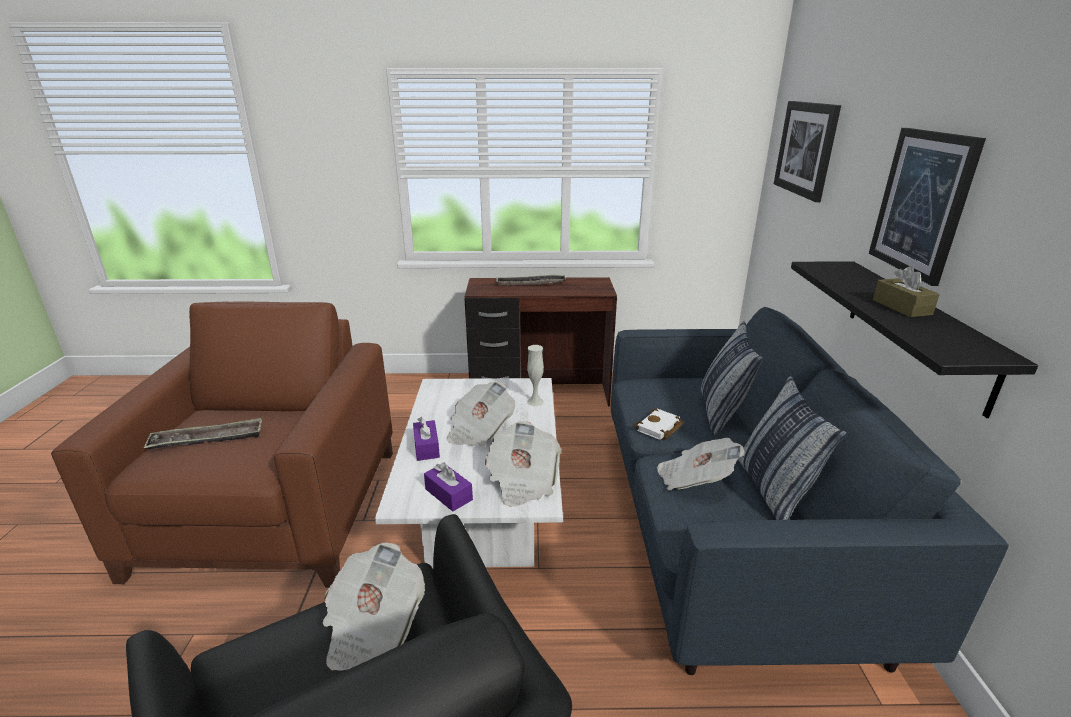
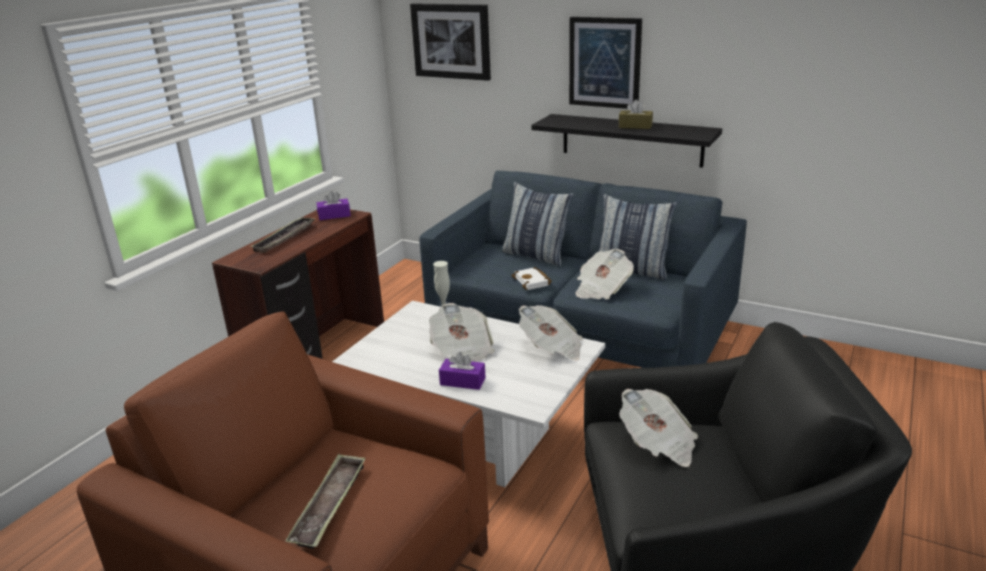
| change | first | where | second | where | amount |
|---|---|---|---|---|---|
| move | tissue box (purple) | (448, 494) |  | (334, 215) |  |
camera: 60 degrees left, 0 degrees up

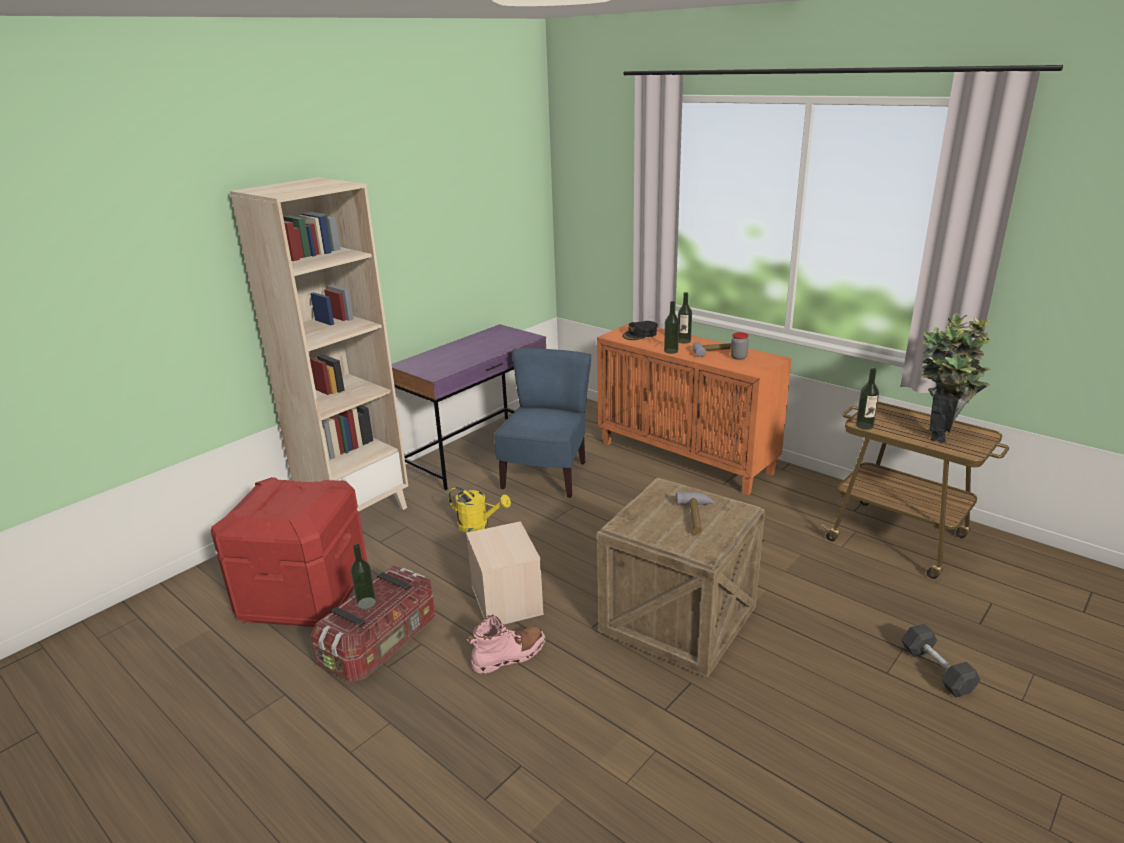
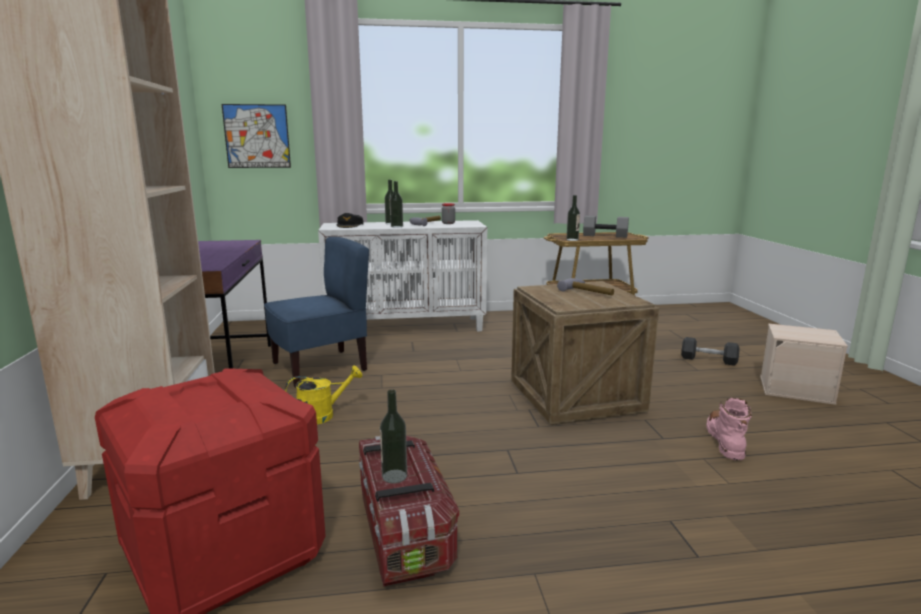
| change | first | where | second | where | amount |
|---|---|---|---|---|---|
| insert |  |  | picture | (257, 136) |  |
| move | storage box (beige) | (507, 600) |  | (796, 389) |  |
| move | boot (pink) | (509, 656) |  | (725, 441) |  |
| replace | potted plant | (942, 431) | dumbbell (grey) | (605, 236) |  |
| recolor | cabinet (orange) | (686, 457) | cabinet (white) | (407, 327) |  |
| rotate | chair (blue) | (546, 476) |  | (320, 367) | 90 degrees clockwise |
camera: 50 degrees left, 10 degrees down

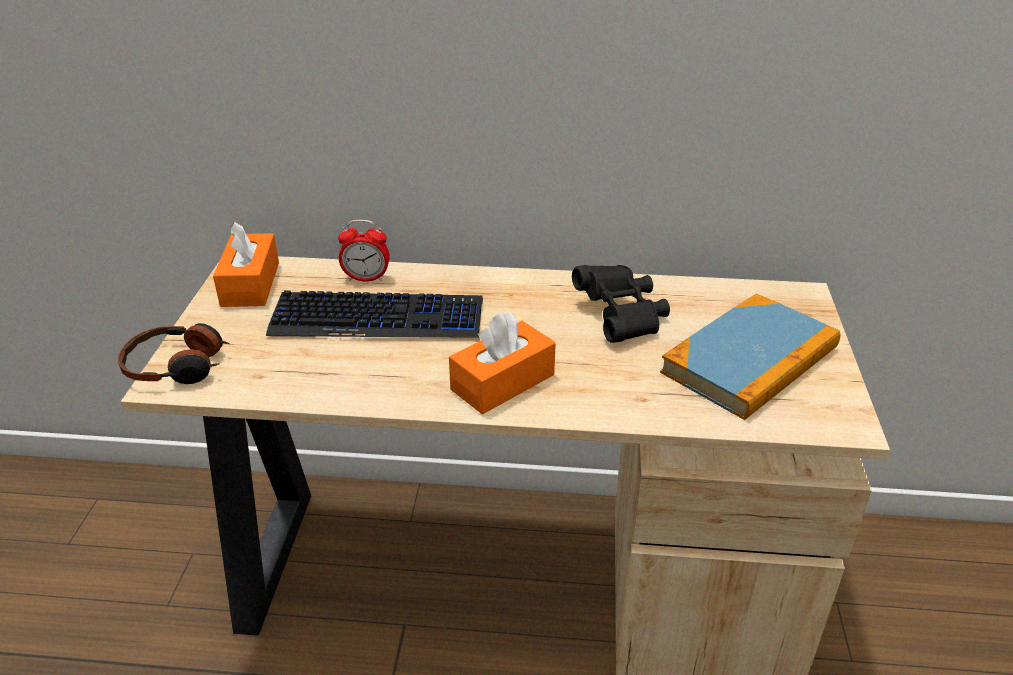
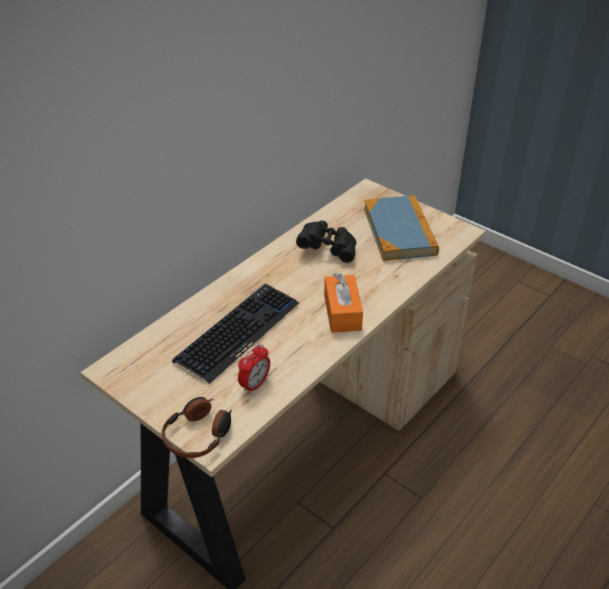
| change | first | where | second | where | amount |
|---|---|---|---|---|---|
| delete | tissue box (orange) | (250, 284) |  |  |  |
| move | alarm clock | (366, 278) |  | (255, 384) |  |
camera: 55 degrees left, 5 degrees up

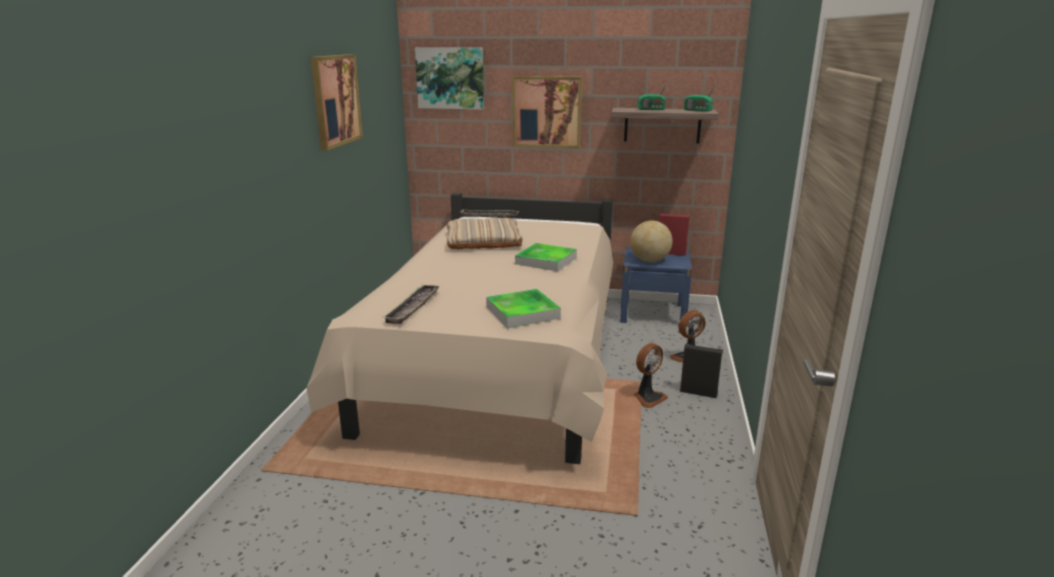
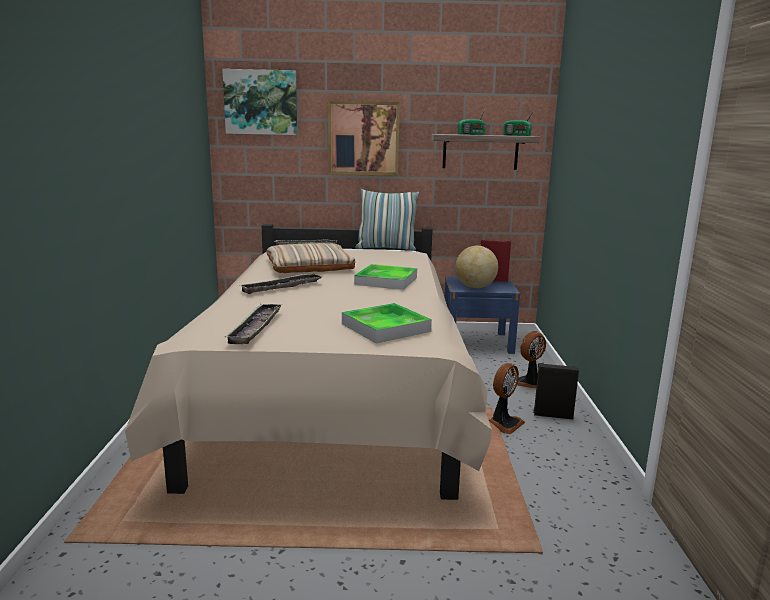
| change | first | where | second | where | amount |
|---|---|---|---|---|---|
| delete | picture | (335, 100) |  |  |  |
| insert |  |  | tray | (282, 287) |  |
| insert |  |  | pillow | (386, 248) |  |
camera: 10 degrees left, 5 degrees down

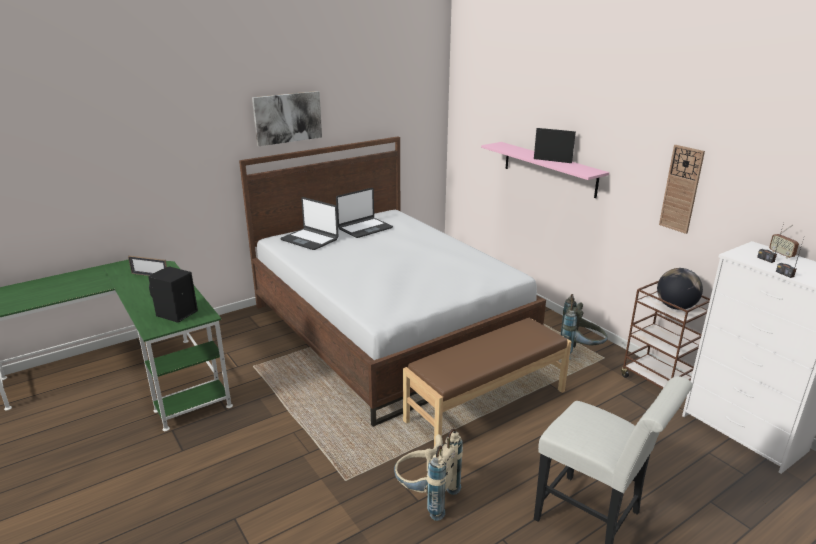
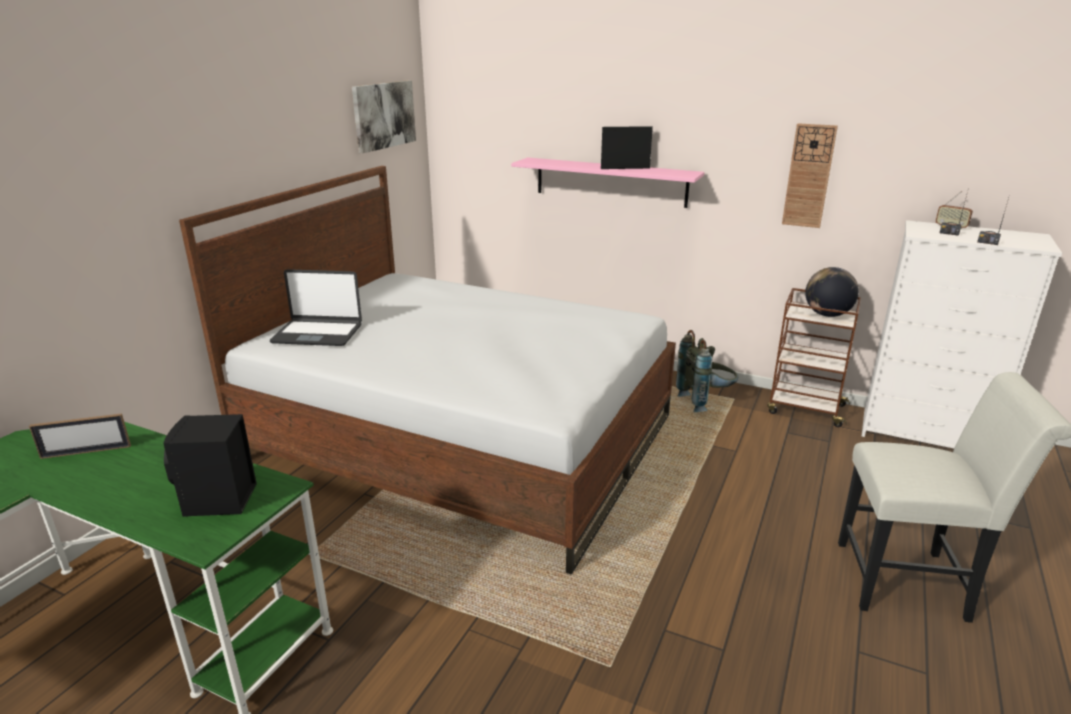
| change | first | where | second | where | amount |
|---|---|---|---|---|---|
| delete | laptop | (364, 228) |  |  |  |
| delete | backpack (beige) | (426, 497) |  |  |  |
| delete | bench (brown) | (486, 405) |  |  |  |
| move | picture | (287, 117) |  | (383, 115) |  |
camera: 30 degrees left, 0 degrees up

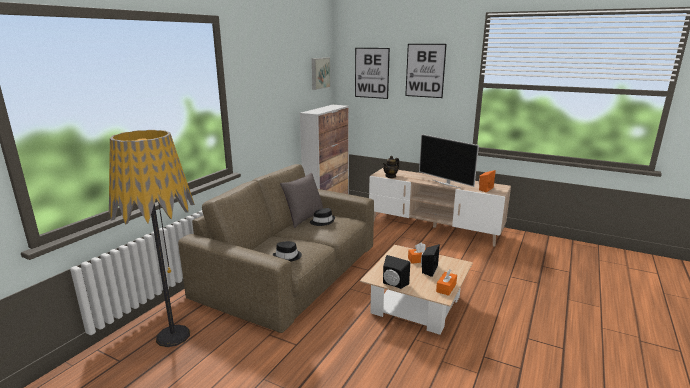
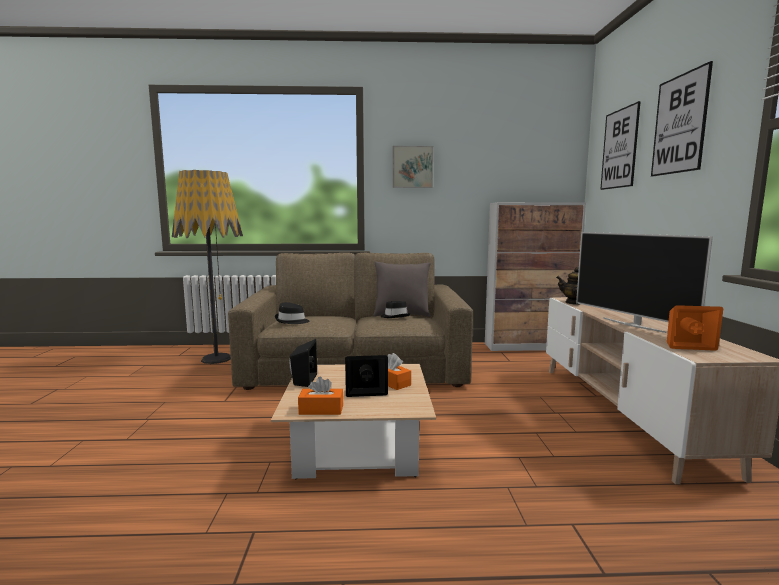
| change | first | where | second | where | amount |
|---|---|---|---|---|---|
| move | picture | (319, 73) |  | (412, 167) |  |
| rotate | television | (446, 184) |  | (633, 325) | 45 degrees counterclockwise |
camera: 60 degrees right, 10 degrees down

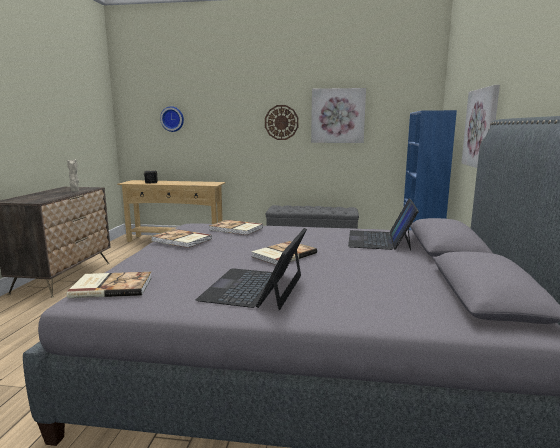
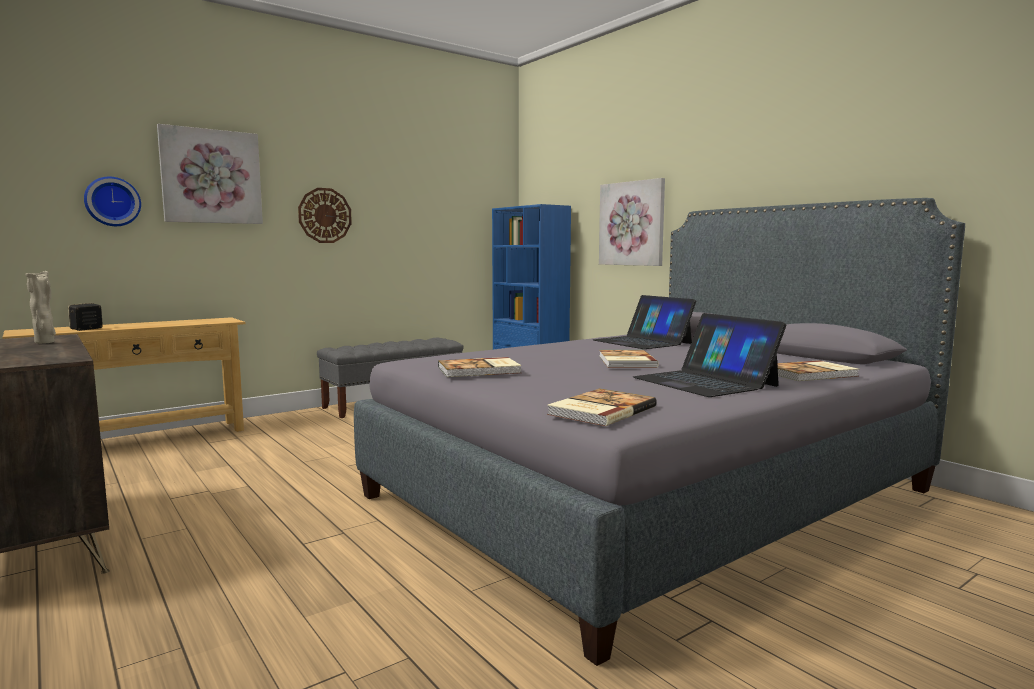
| change | first | where | second | where | amount |
|---|---|---|---|---|---|
| move | book | (236, 229) |  | (811, 374) |  |
| move | picture | (337, 116) |  | (211, 176) |  |
camera: 45 degrees left, 5 degrees down

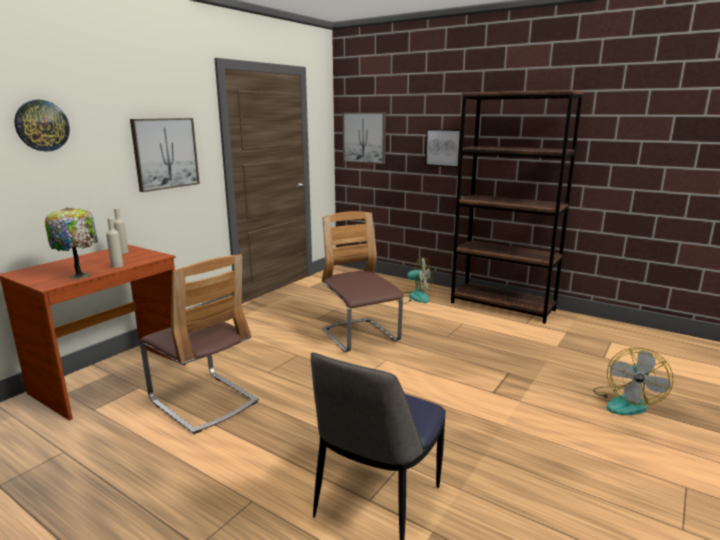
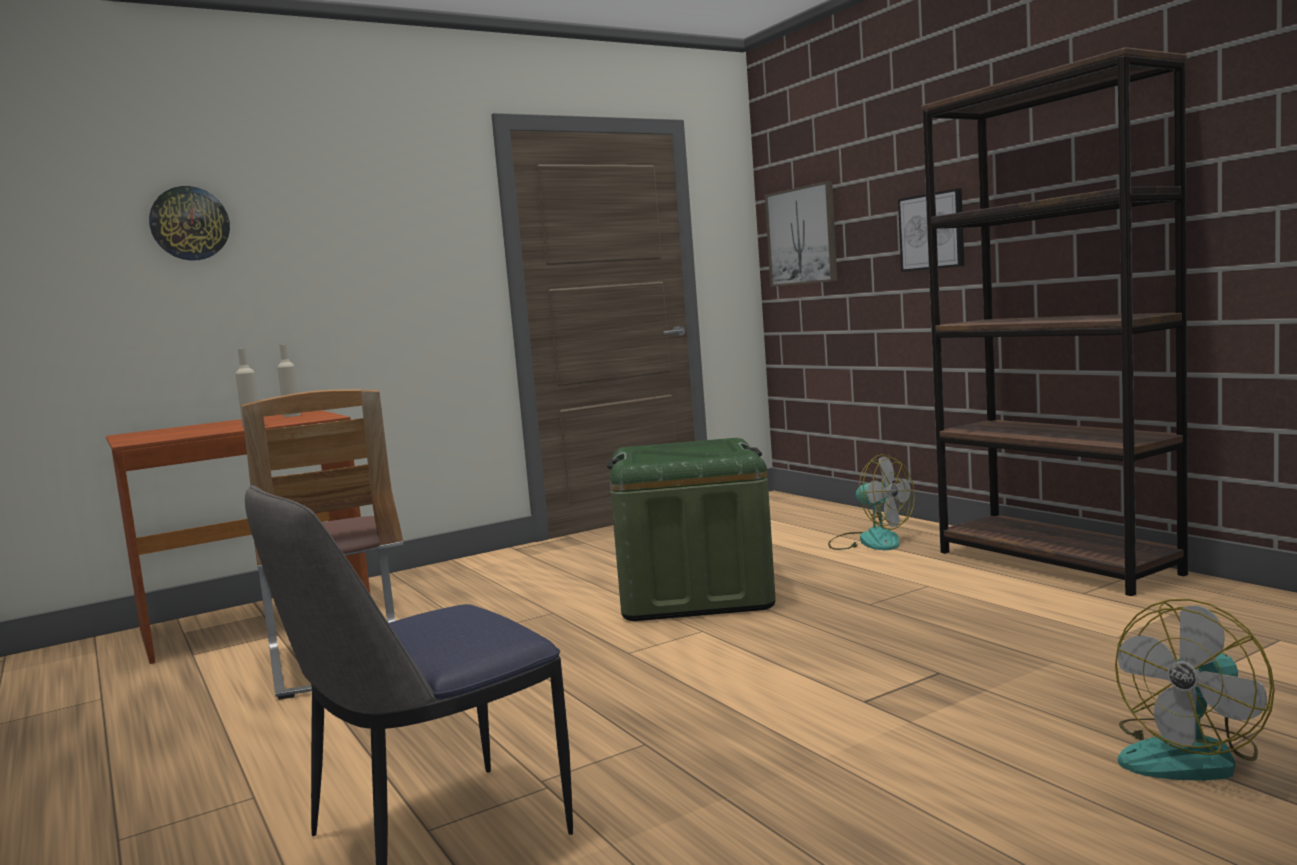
| change | first | where | second | where | amount |
|---|---|---|---|---|---|
| delete | table lamp | (80, 275) |  |  |  |
| delete | picture | (165, 153) |  |  |  |
| replace | chair | (360, 336) | storage box (green) | (694, 594) |  |
camera: 25 degrees right, 10 degrees down

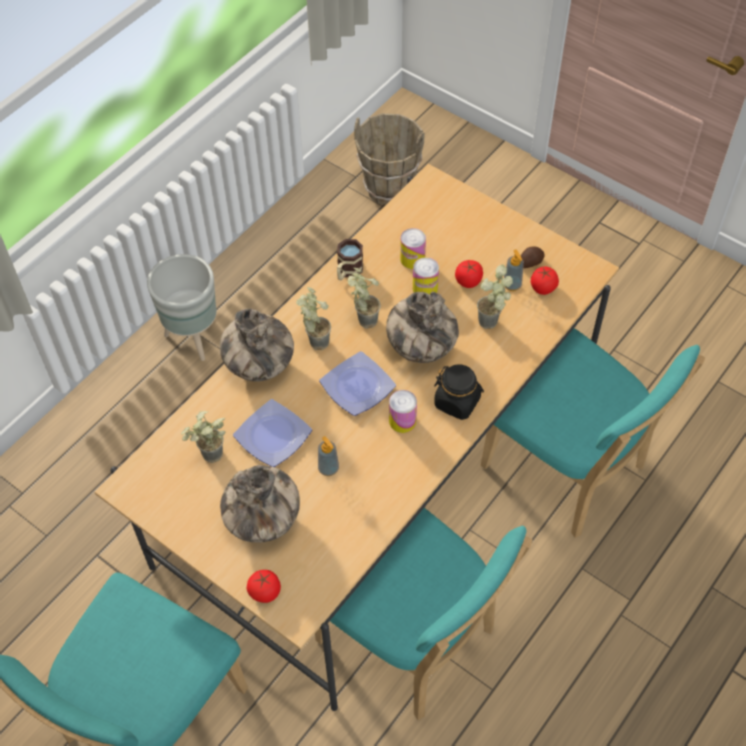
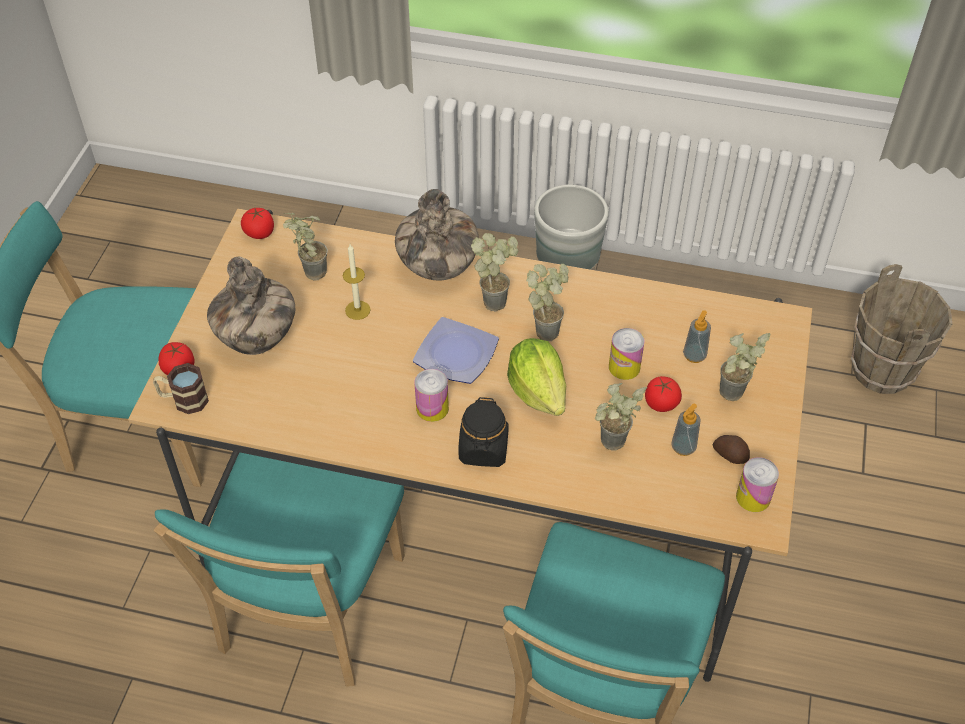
| change | first | where | second | where | amount |
|---|---|---|---|---|---|
| insert |  |  | potted plant | (731, 398) |  |
| move | soap dispenser | (328, 468) |  | (694, 355) |  |
| move | mug | (347, 272) |  | (183, 400) |  |
| move | can | (412, 259) |  | (753, 497) |  |
| move | tomato | (543, 288) |  | (259, 233) |  |
| replace | plate | (273, 437) | candle | (357, 310) |  |
| replace | vase | (420, 348) | lettuce | (538, 391) |  |
camera: 65 degrees right, 5 degrees down

